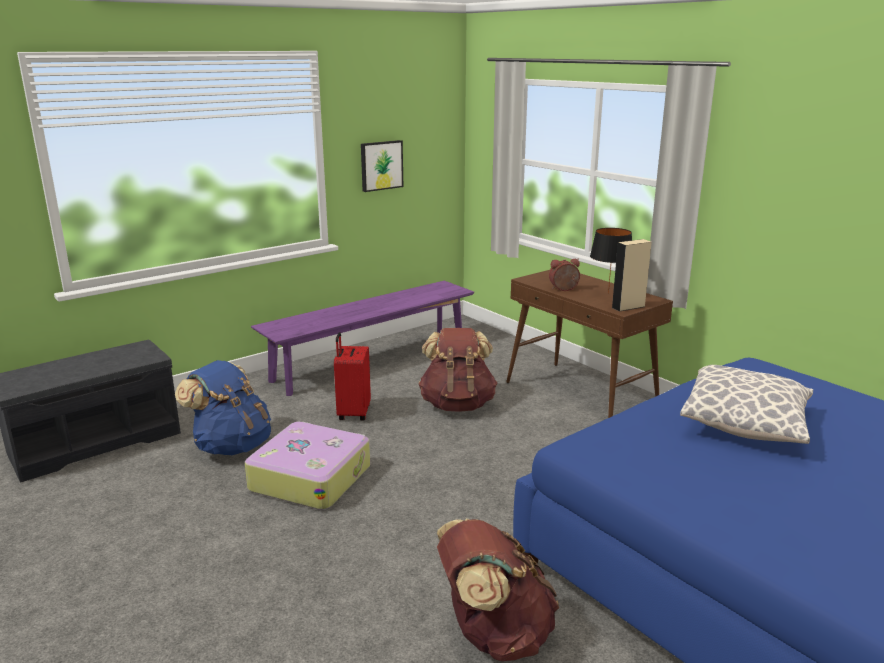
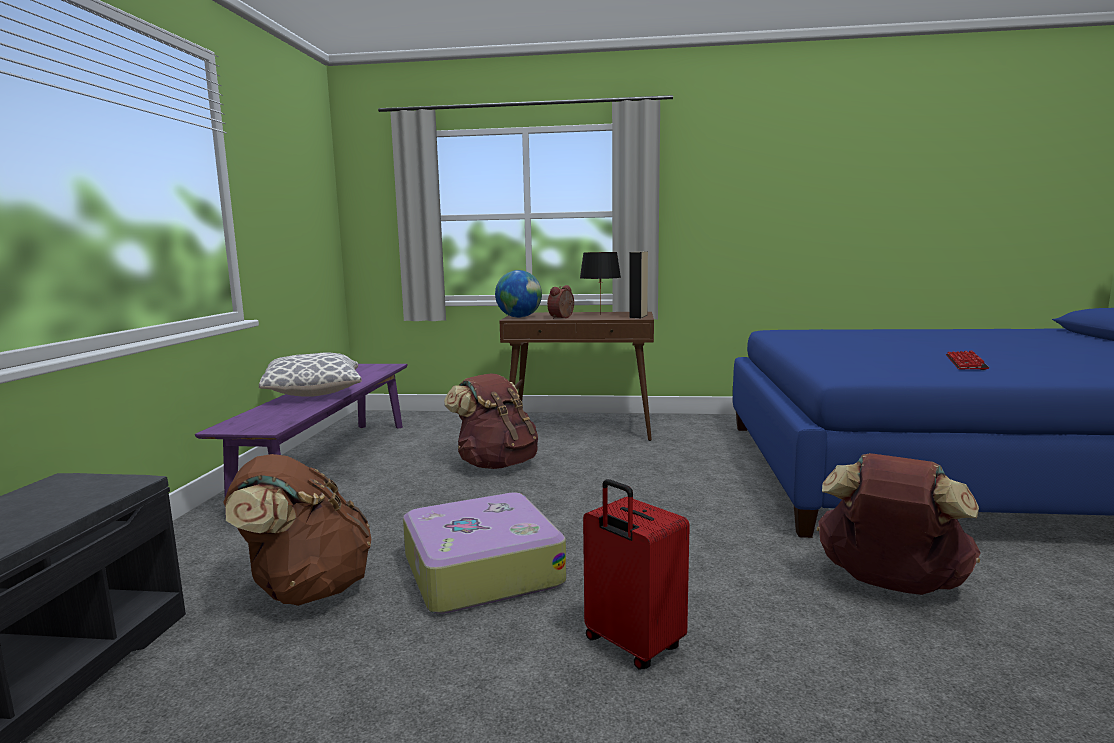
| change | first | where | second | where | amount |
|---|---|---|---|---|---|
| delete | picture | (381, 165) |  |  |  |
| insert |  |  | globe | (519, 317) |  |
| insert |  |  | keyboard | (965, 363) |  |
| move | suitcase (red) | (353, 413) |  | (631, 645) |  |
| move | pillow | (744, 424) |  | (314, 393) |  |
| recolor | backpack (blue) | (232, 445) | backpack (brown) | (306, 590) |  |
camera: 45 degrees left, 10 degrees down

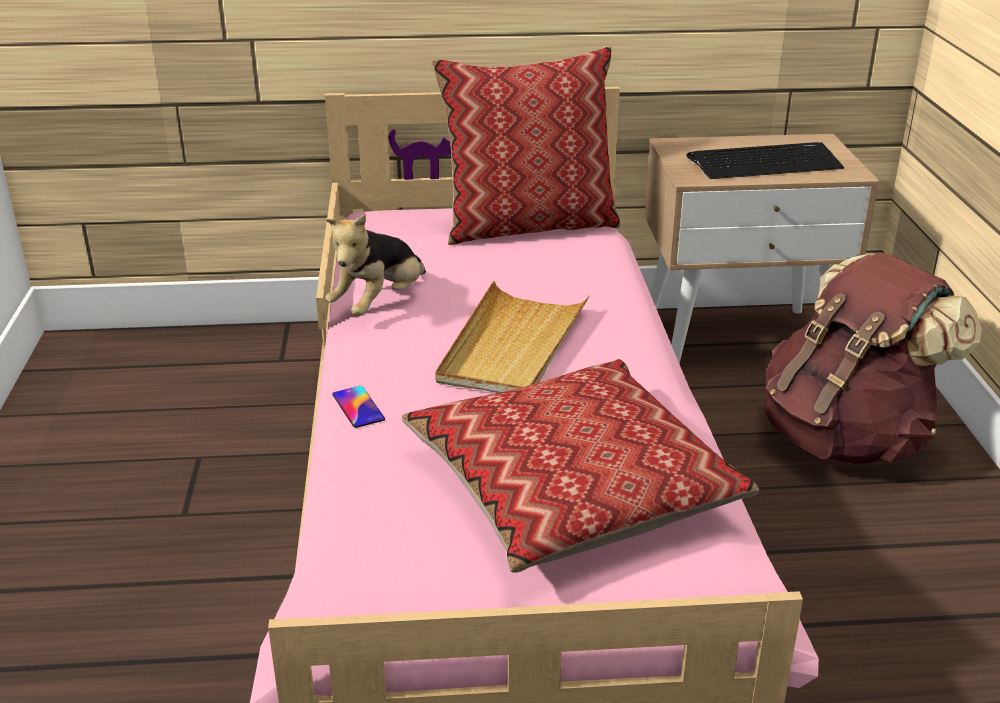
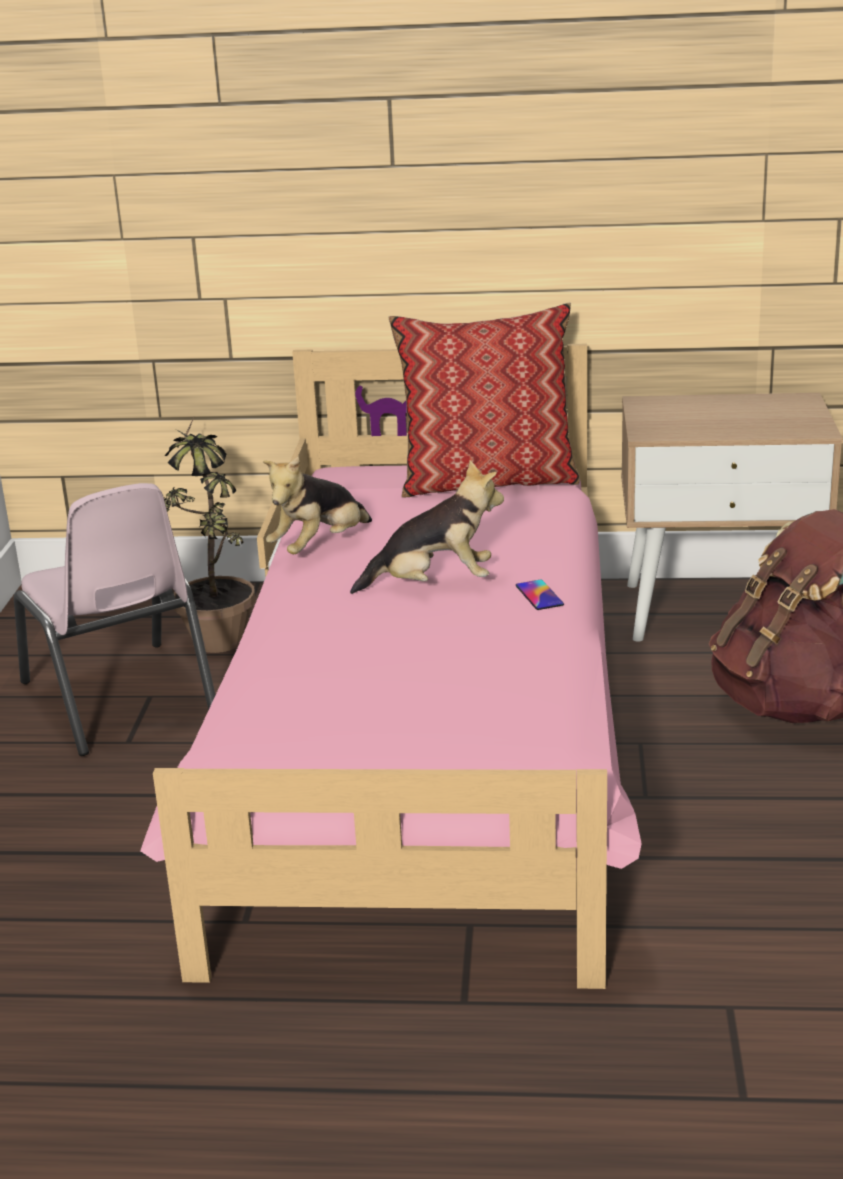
| change | first | where | second | where | amount |
|---|---|---|---|---|---|
| delete | pillow | (571, 485) |  |  |  |
| delete | keyboard | (764, 163) |  |  |  |
| insert |  |  | chair (pink) | (119, 699) |  |
| insert |  |  | potted plant | (217, 633) |  |
| move | phone | (358, 407) |  | (539, 595) |  |
| replace | tray (beige) | (512, 346) | plush toy | (434, 585) |  |
camera: 10 degrees right, 5 degrees down

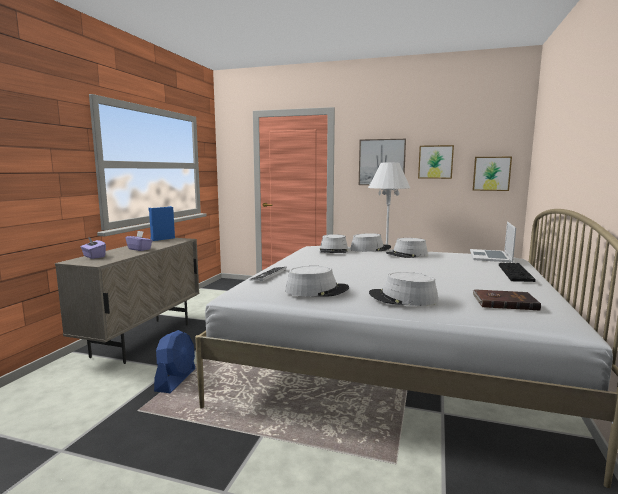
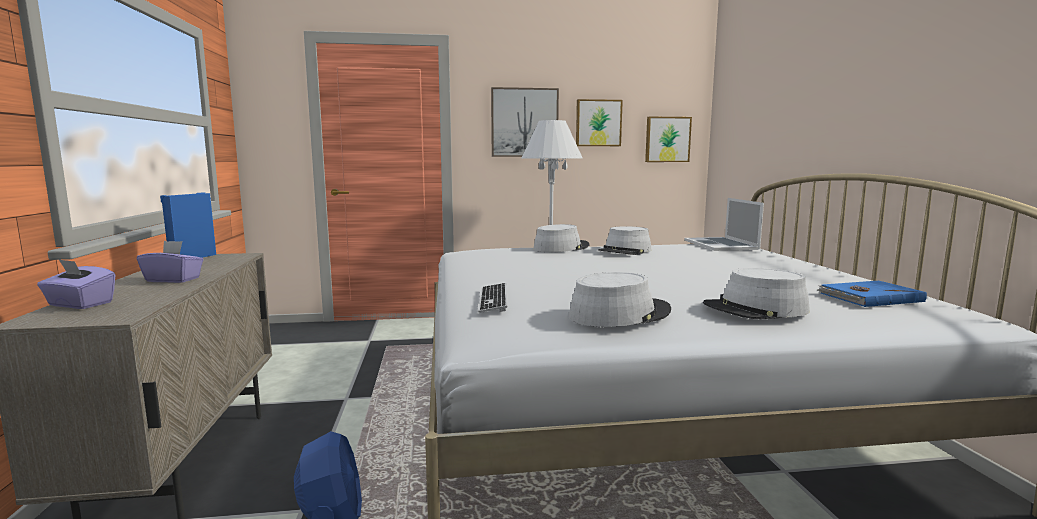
| change | first | where | second | where | amount |
|---|---|---|---|---|---|
| delete | hat (grey) | (333, 251) |  |  |  |
| delete | keyboard | (516, 273) |  |  |  |
| recolor | book (brown) | (504, 302) | book (blue) | (869, 297) |  |
camera: 25 degrees left, 0 degrees up

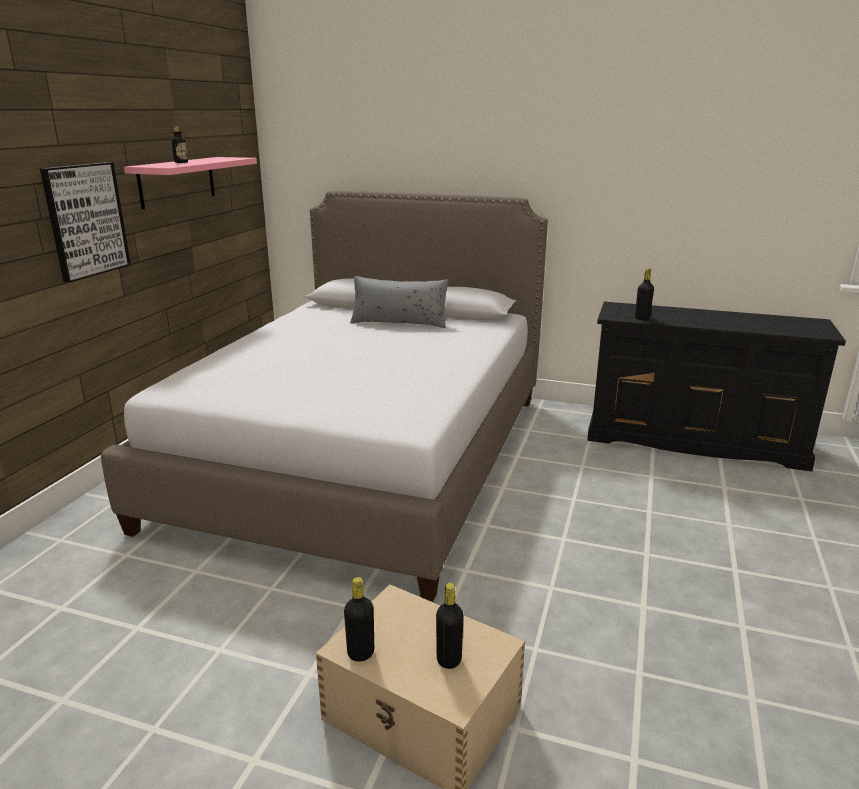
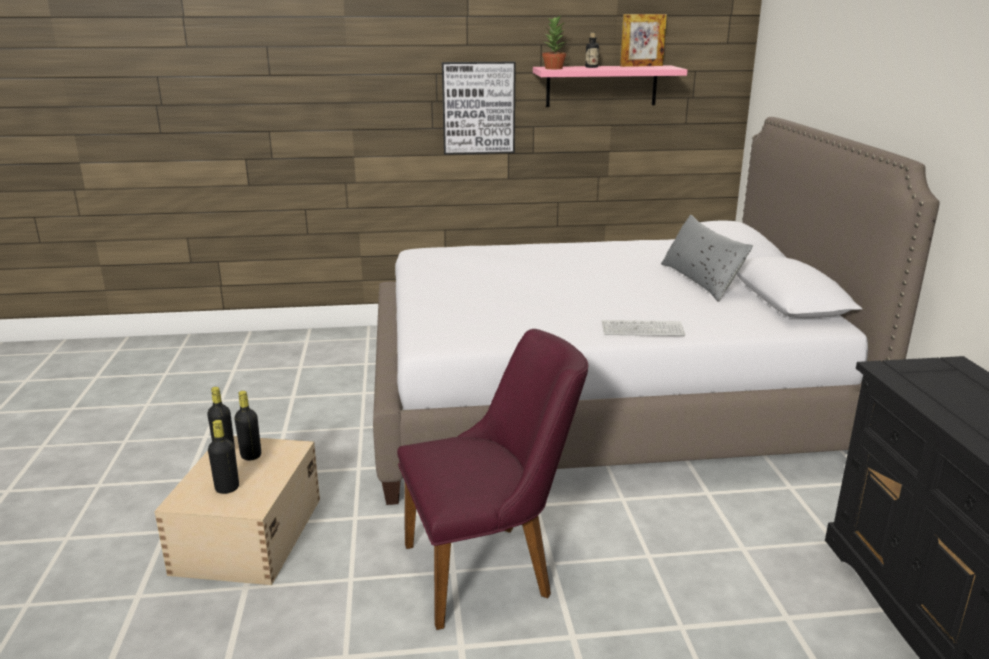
| change | first | where | second | where | amount |
|---|---|---|---|---|---|
| insert |  |  | chair (purple) | (490, 568) |  |
| insert |  |  | potted plant | (553, 68) |  |
| insert |  |  | keyboard | (642, 330) |  |
| insert |  |  | picture frame | (641, 66) |  |
| move | bottle (black) | (642, 318) |  | (251, 456) |  |
camera: 65 degrees right, 0 degrees up

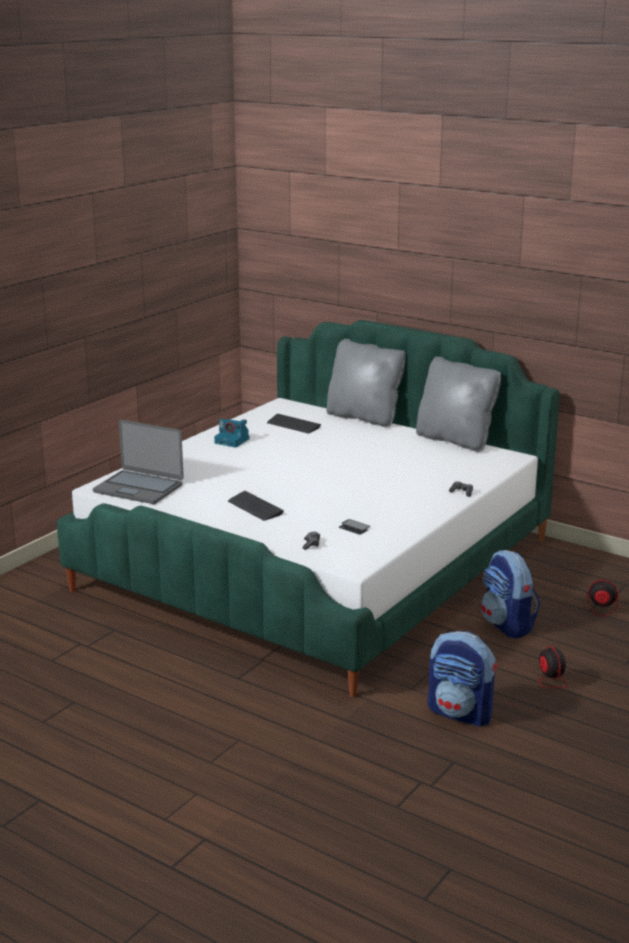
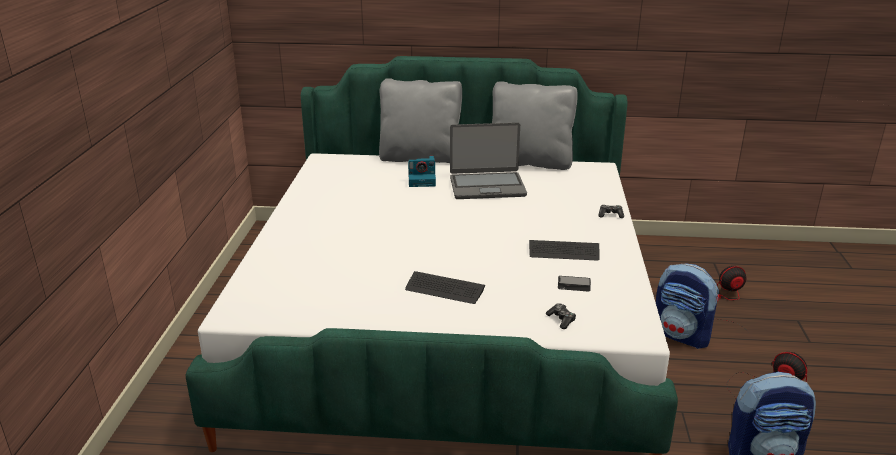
| change | first | where | second | where | amount |
|---|---|---|---|---|---|
| move | laptop | (139, 488) |  | (487, 186) |  |
| move | photo camera | (233, 441) |  | (422, 180) |  |
| move | keyboard | (293, 425) |  | (563, 252) |  |
camera: 30 degrees left, 5 degrees up

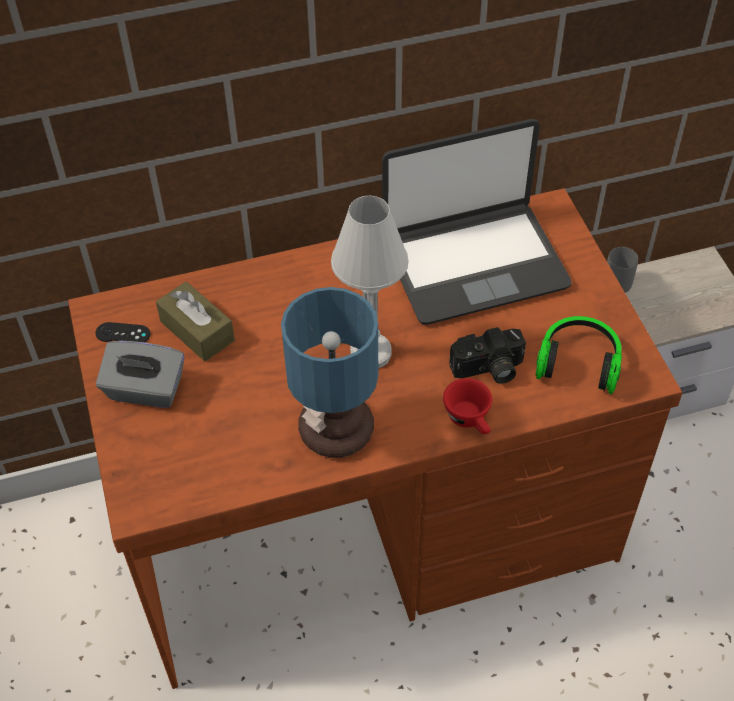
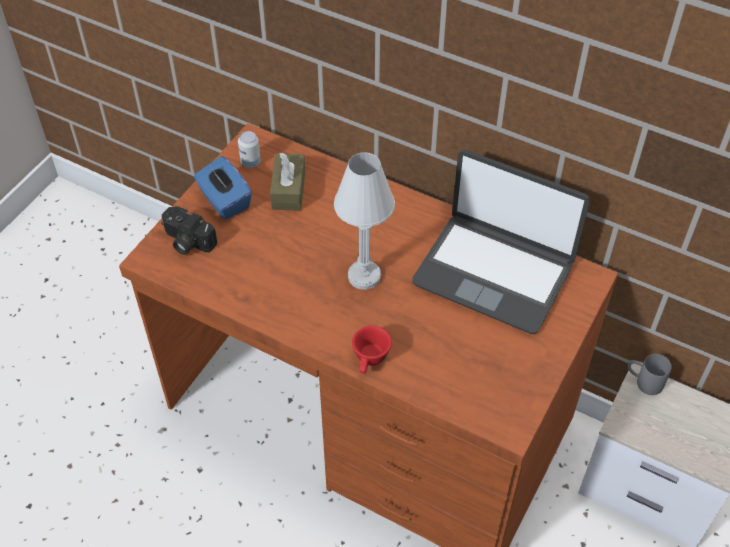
| change | first | where | second | where | amount |
|---|---|---|---|---|---|
| delete | table lamp | (335, 432) |  |  |  |
| delete | headphones | (578, 363) |  |  |  |
| move | photo camera | (488, 370) |  | (186, 241) |  |
| replace | game controller (black) | (123, 334) | can | (250, 162) |  |
| recolor | tissue box (grey) | (145, 390) | tissue box (blue) | (224, 201) |  |
camera: 45 degrees right, 0 degrees up

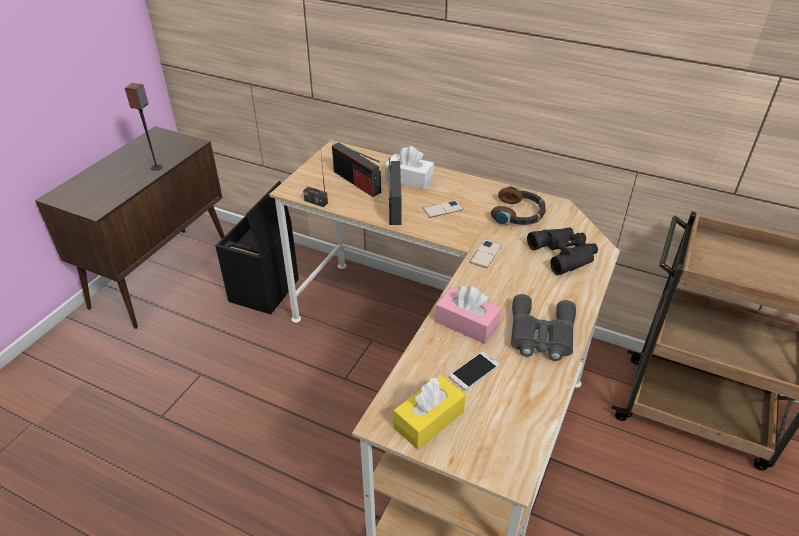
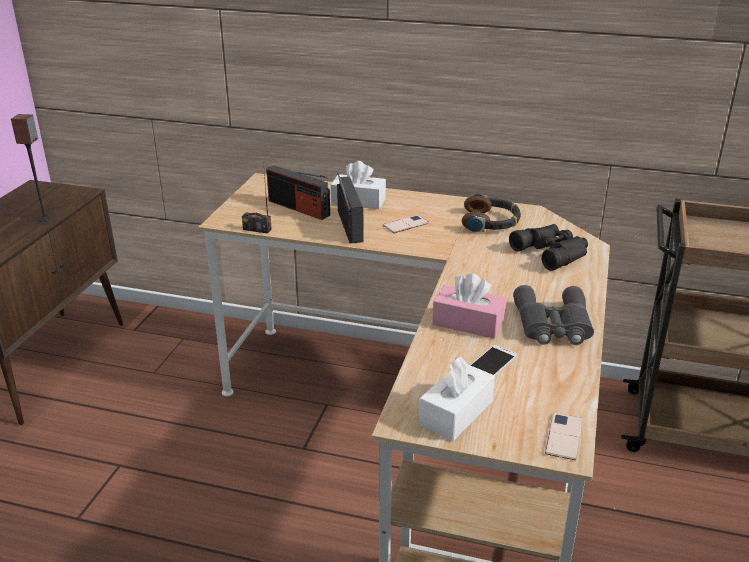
| change | first | where | second | where | amount |
|---|---|---|---|---|---|
| delete | storage box (black) | (264, 291) |  |  |  |
| move | phone | (485, 254) |  | (564, 436) |  |
| recolor | tissue box (yellow) | (429, 420) | tissue box (white) | (456, 413) |  |
camera: 10 degrees left, 10 degrees down

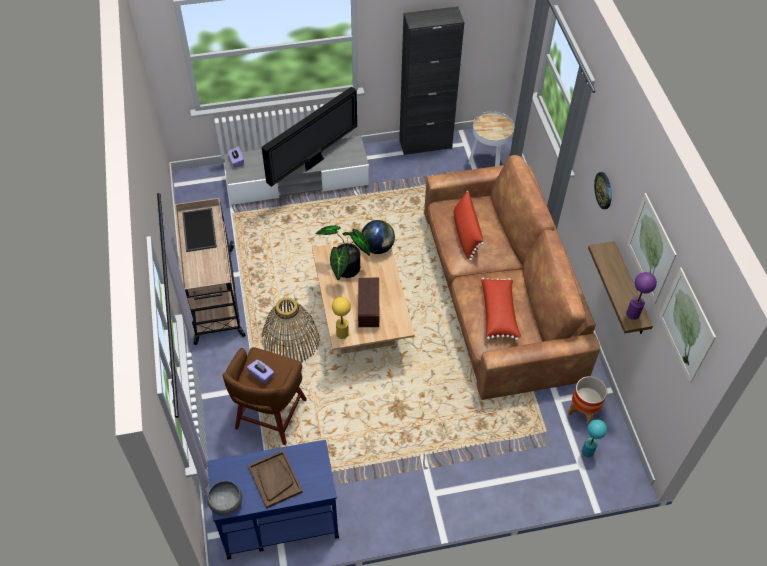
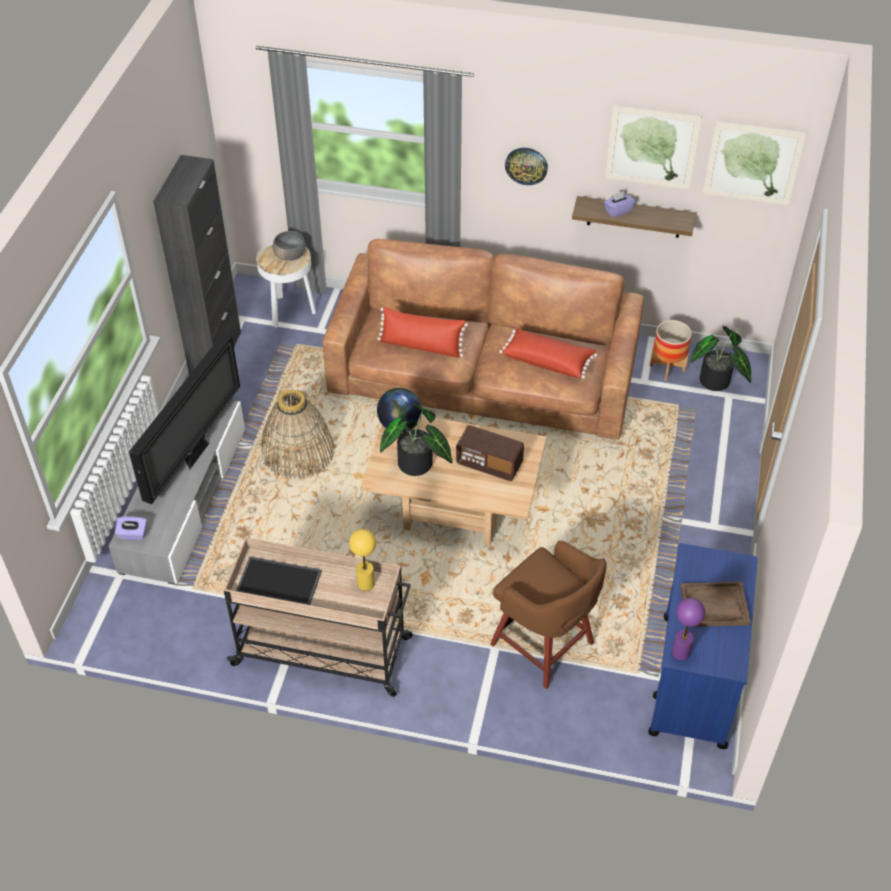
| change | first | where | second | where | amount |
|---|---|---|---|---|---|
| move | bowl (grey) | (226, 503) |  | (290, 255) |  |
| move | tissue box (purple) | (261, 375) |  | (618, 211) |  |
| move | basket | (291, 340) |  | (298, 452) |  |
| move | table lamp (yellow) | (342, 334) |  | (366, 584) |  |
| move | table lamp (purple) | (632, 314) |  | (680, 653) |  |
| replace | table lamp (turquoise) | (587, 451) | potted plant | (715, 383) |  |
| rotate | television | (314, 162) |  | (196, 453) | 45 degrees clockwise |
camera: 65 degrees left, 5 degrees down

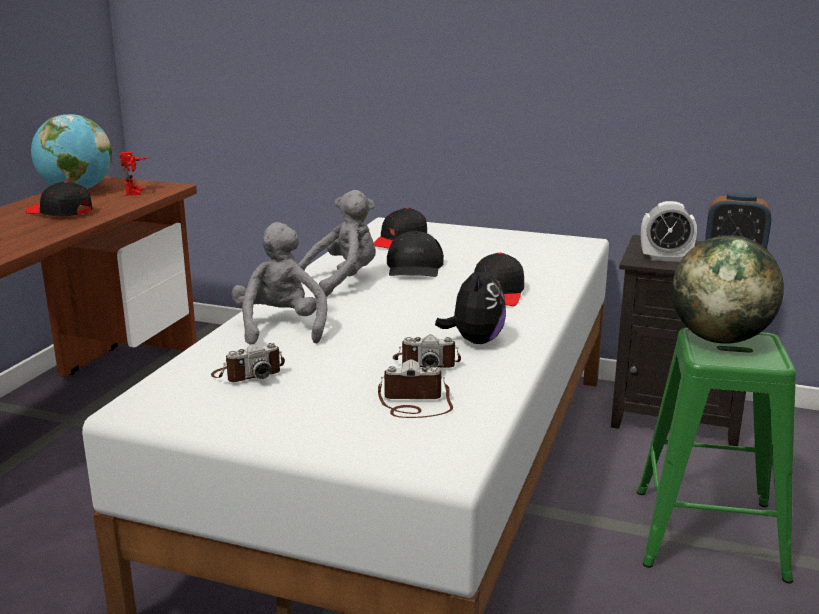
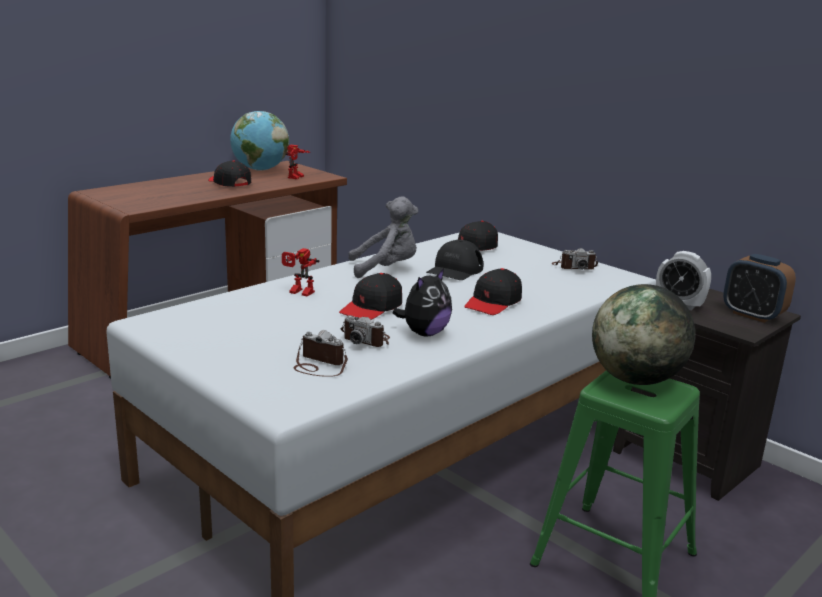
| change | first | where | second | where | amount |
|---|---|---|---|---|---|
| insert |  |  | cap (black) | (372, 308) |  |
| move | photo camera | (248, 374) |  | (574, 267) |  |
| replace | plush toy (grey) | (281, 328) | toy robot | (298, 293) |  |
camera: 25 degrees right, 0 degrees up

